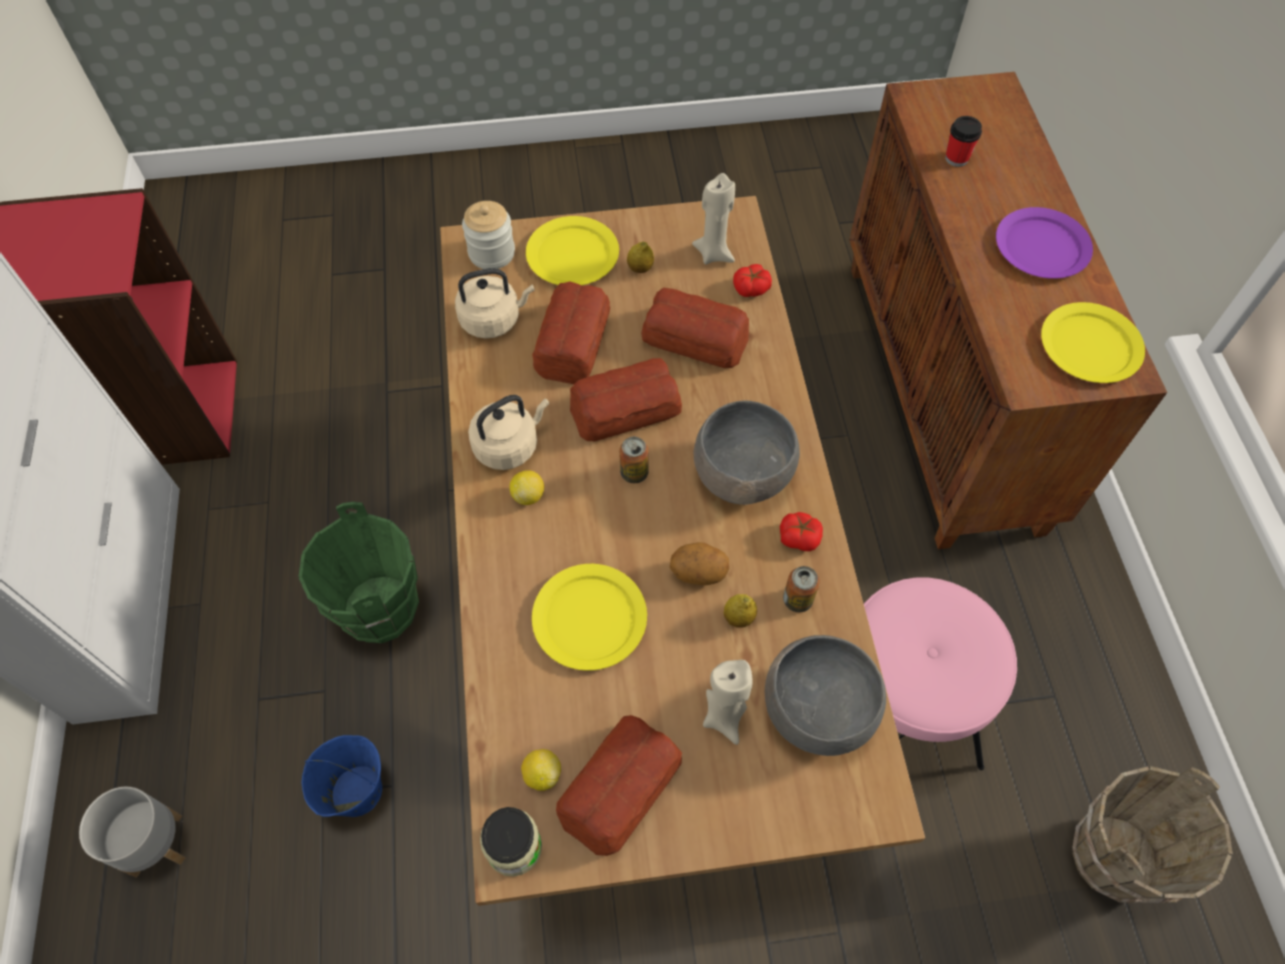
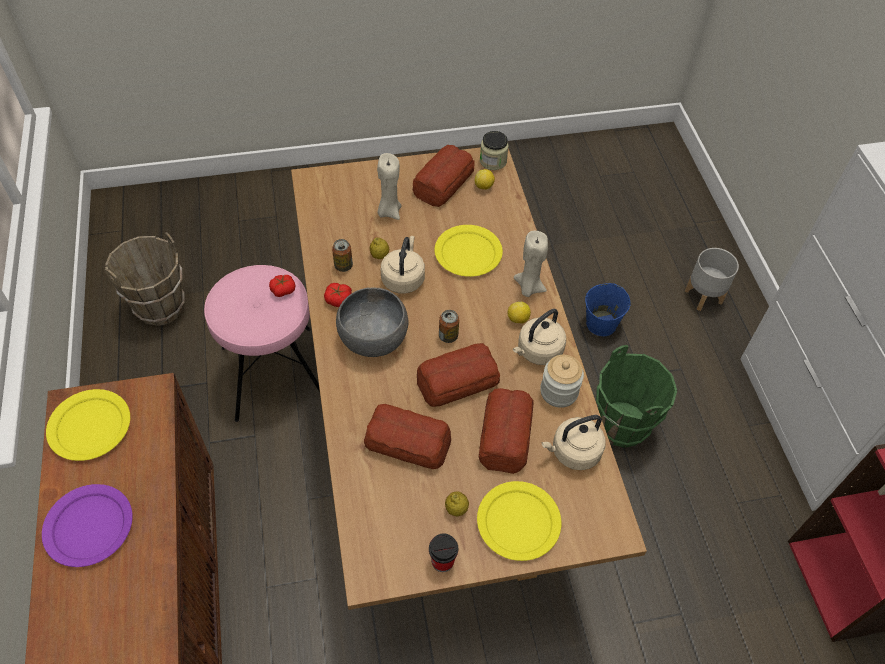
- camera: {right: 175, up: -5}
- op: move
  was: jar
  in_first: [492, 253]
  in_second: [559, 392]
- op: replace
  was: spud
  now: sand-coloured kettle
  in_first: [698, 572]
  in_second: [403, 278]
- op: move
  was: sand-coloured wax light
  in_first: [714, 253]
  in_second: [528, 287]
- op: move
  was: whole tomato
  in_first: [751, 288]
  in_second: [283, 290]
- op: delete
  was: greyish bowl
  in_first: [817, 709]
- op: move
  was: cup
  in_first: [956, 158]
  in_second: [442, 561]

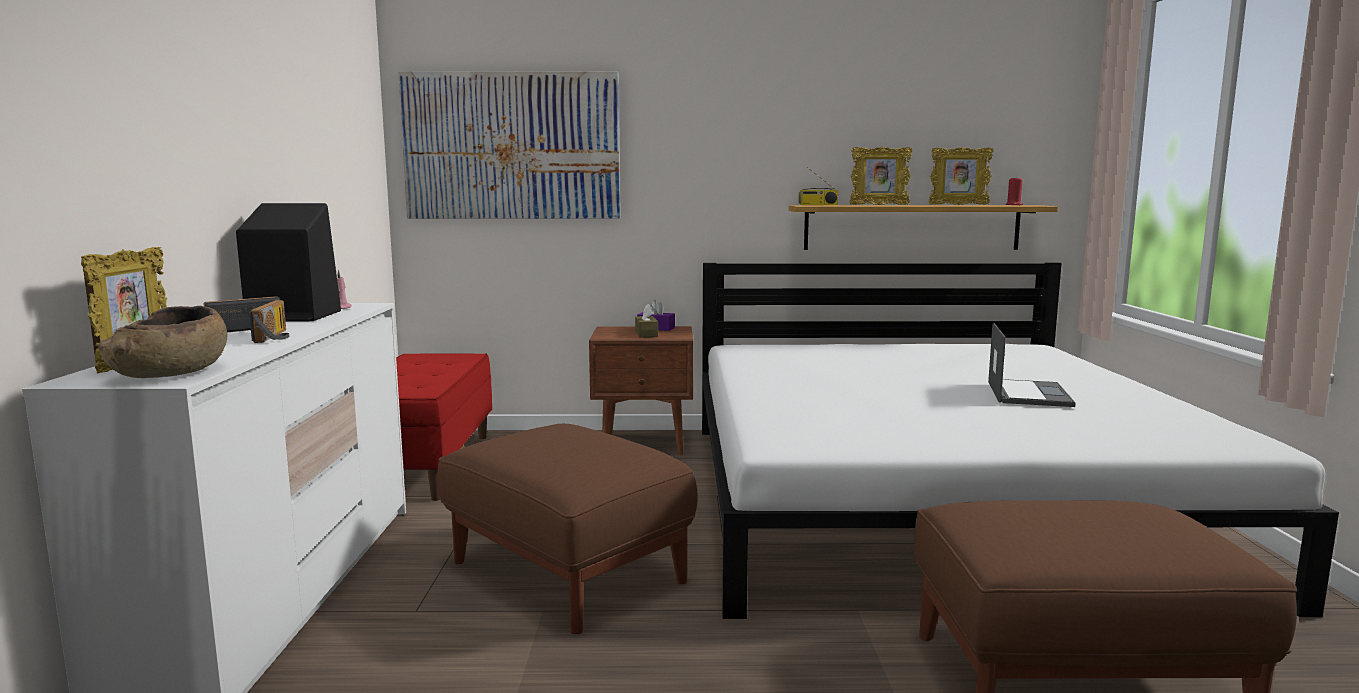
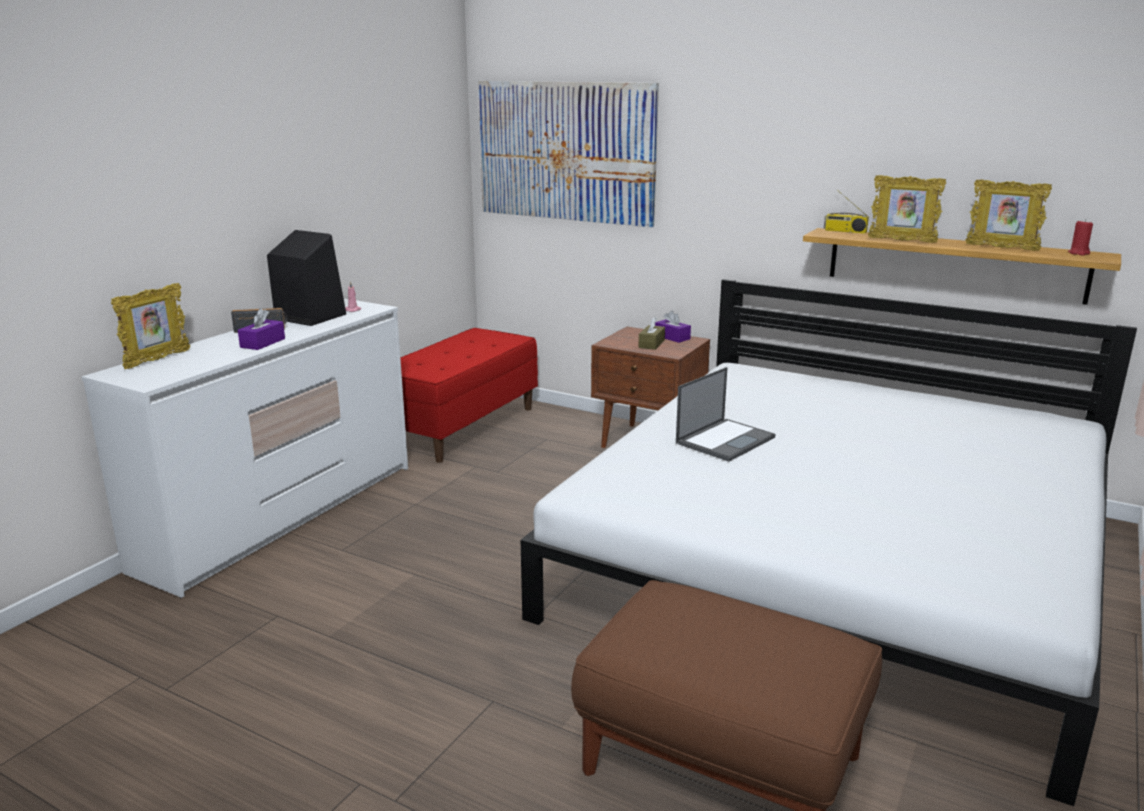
- camera: {right: 30, up: 10}
- op: delete
  was: brownish bowl
  in_first: [171, 372]
- op: replace
  was: radio set
  now: purple box of tissues
  in_first: [277, 337]
  in_second: [262, 343]
- op: delete
  was: brownish footrest
  in_first: [567, 570]
- op: move
  was: portable computer
  in_first: [1028, 393]
  in_second: [725, 440]

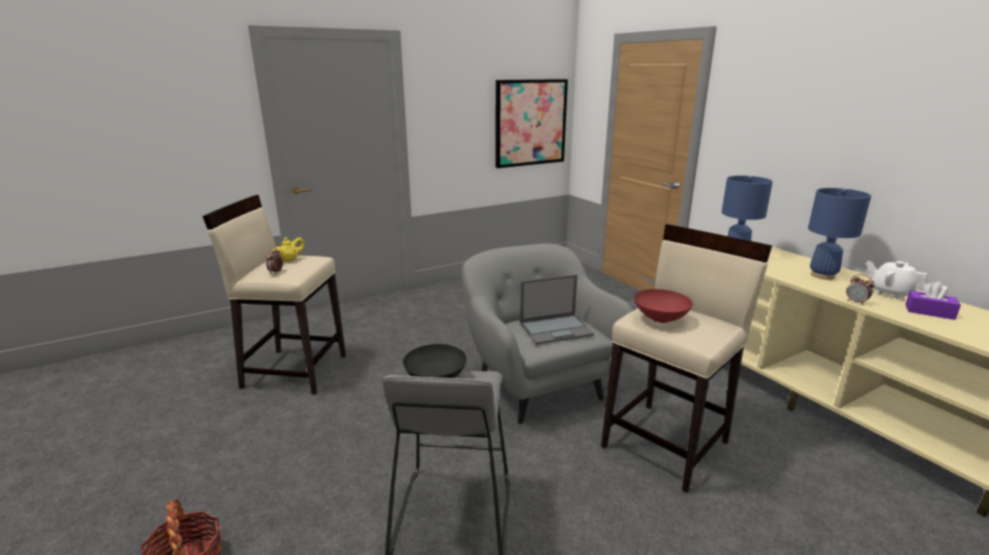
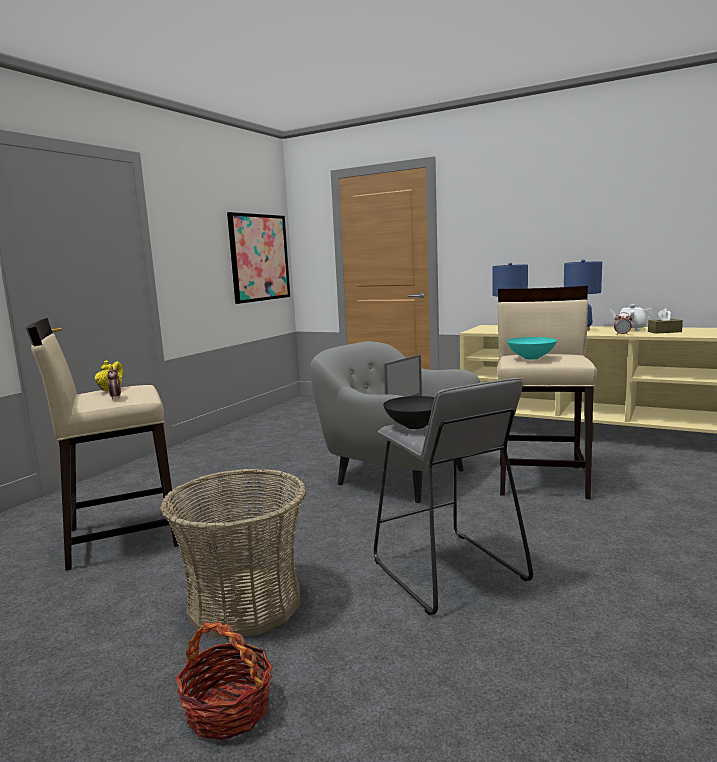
- camera: {right: -30, up: -10}
- op: recolor
  was: red bowl
  now: blue-green bowl
  in_first: [661, 319]
  in_second: [532, 358]
- op: recolor
  was: purple box of tissues
  now: brownish box of tissues
  in_first: [929, 312]
  in_second: [664, 332]
- op: insert
  now: storage basket
  in_second: [244, 603]

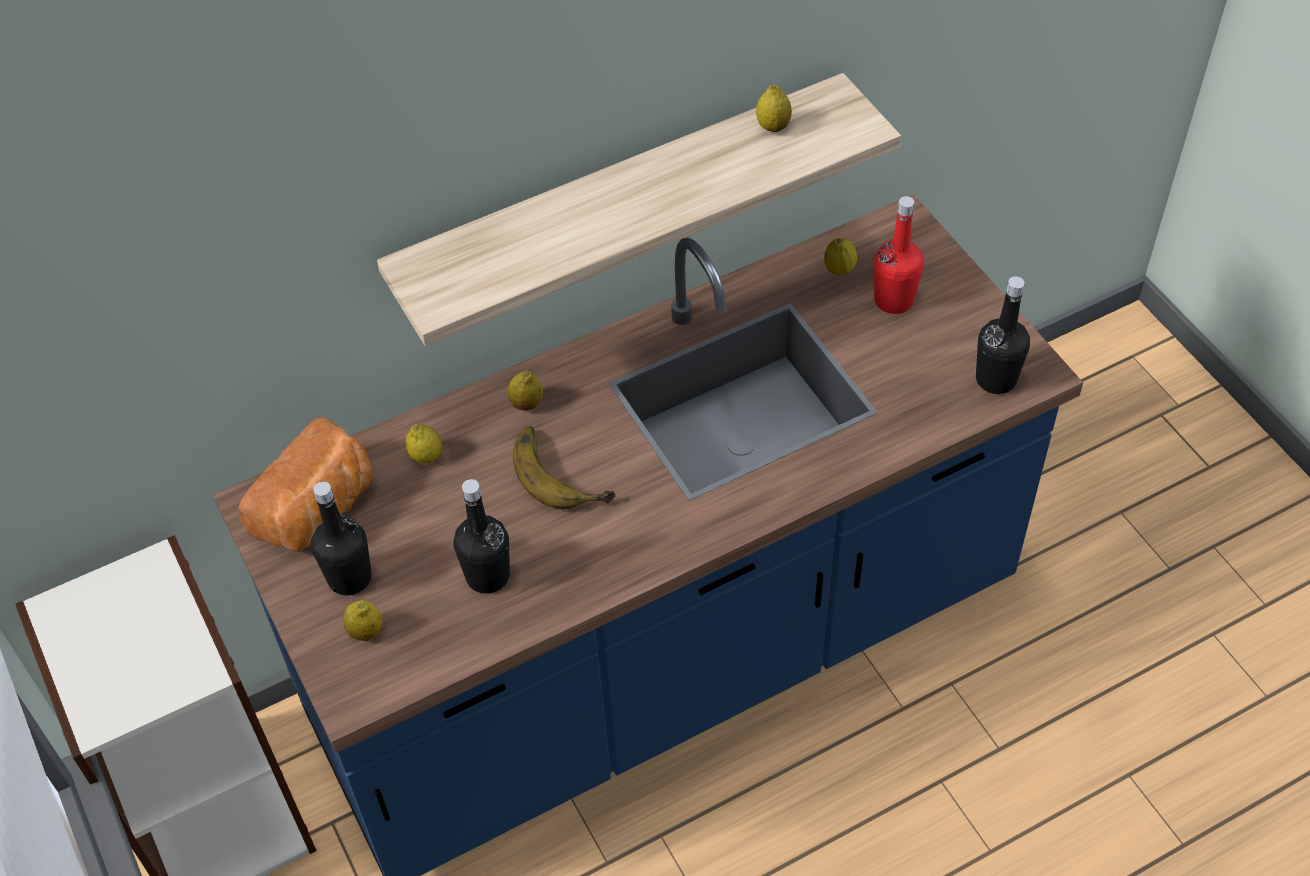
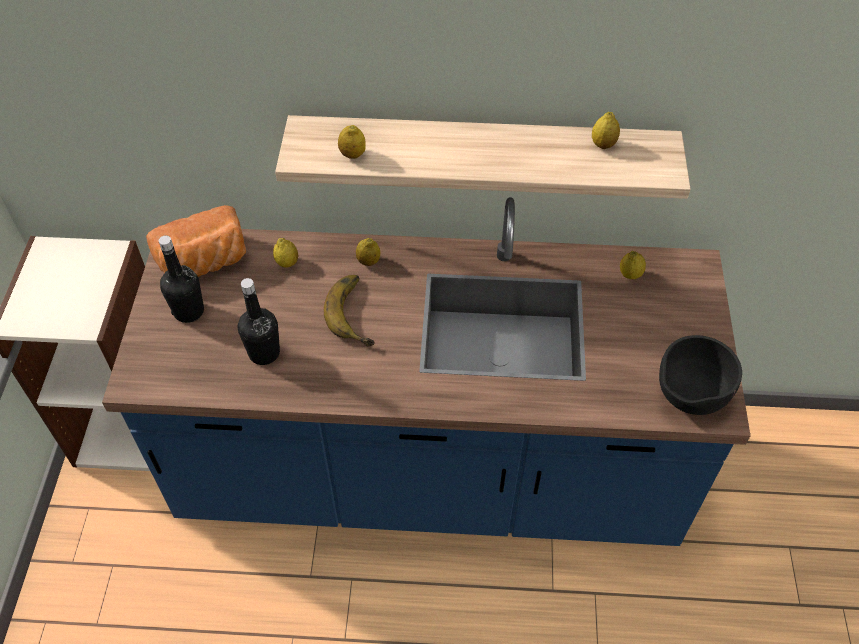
- camera: {right: 30, up: 0}
- op: move
  was: whole lemon
  in_first: [365, 631]
  in_second: [352, 154]
- op: delete
  was: red bottle
  in_first: [894, 300]
- op: replace
  was: black bottle
  now: black bowl
  in_first: [996, 379]
  in_second: [686, 401]

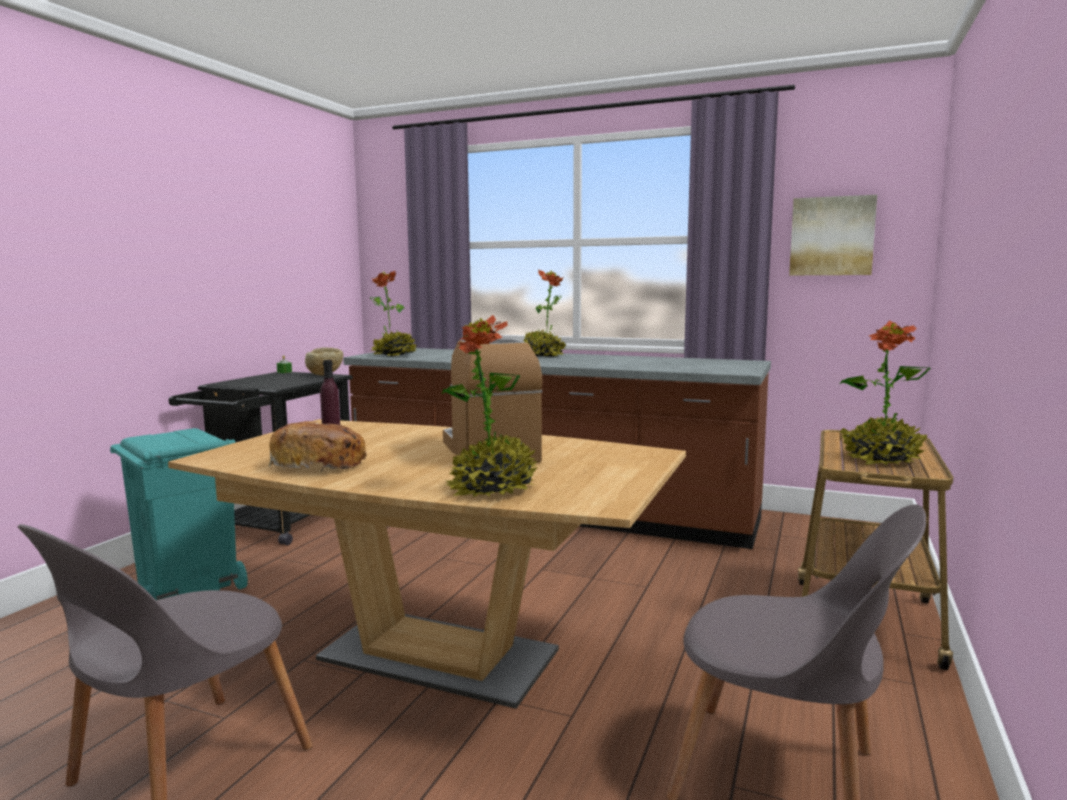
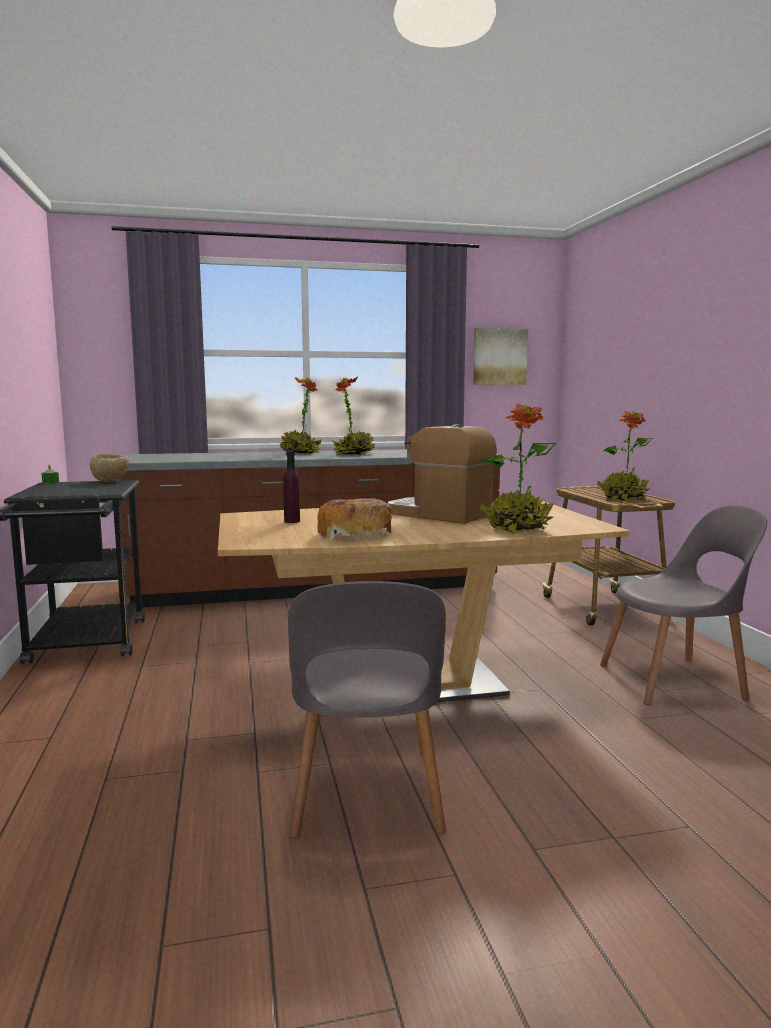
- camera: {right: -35, up: 0}
- op: delete
  was: blue-green waste bin
  in_first: [187, 591]
- op: move
  was: potted plant
  in_first: [394, 356]
  in_second: [354, 454]

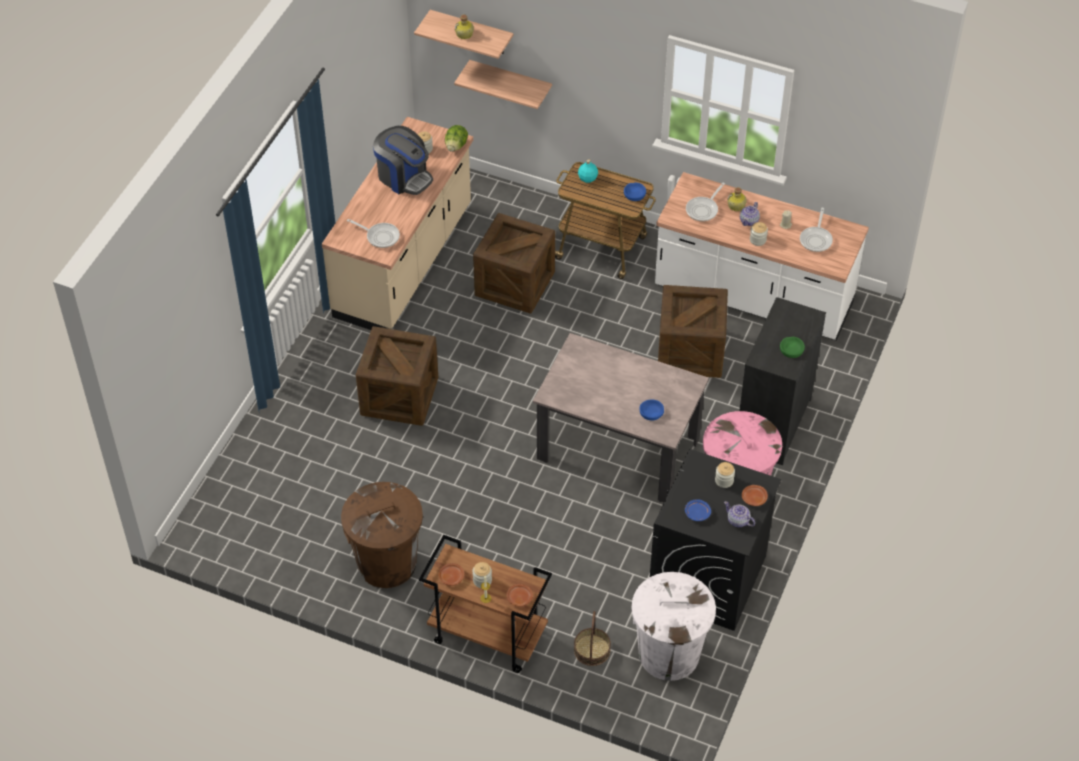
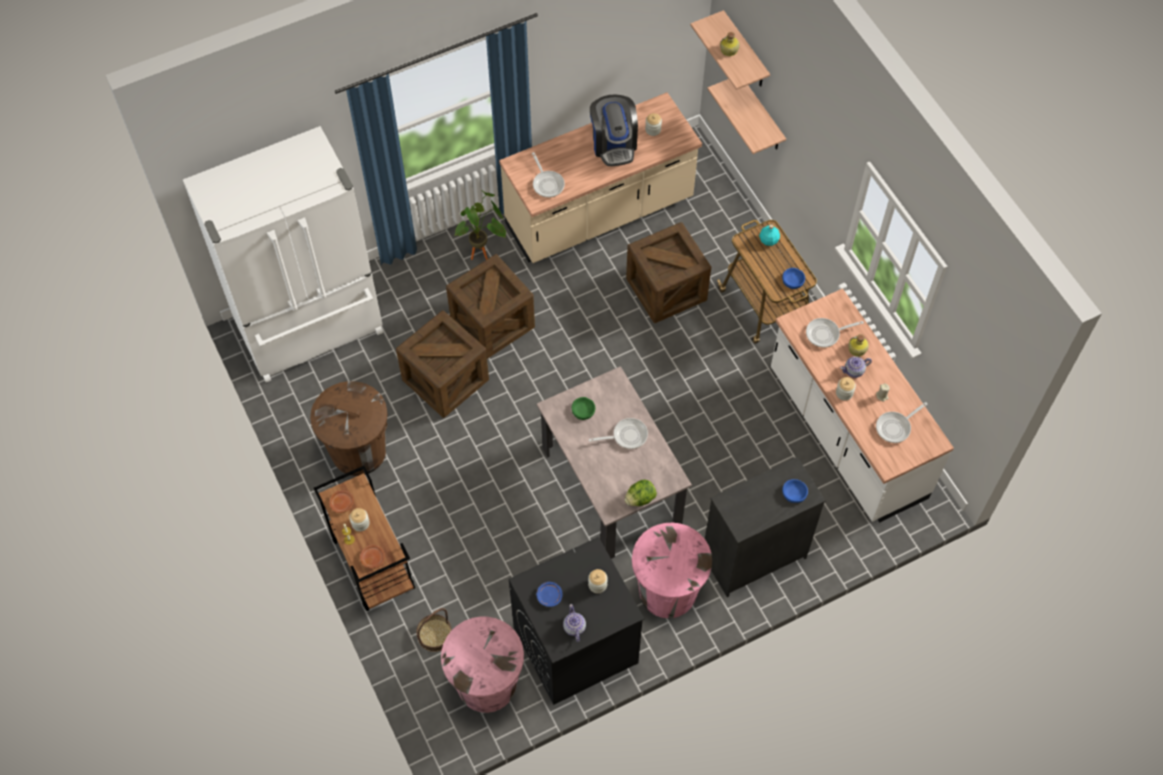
- camera: {right: 40, up: 10}
- op: move
  was: head of lettuce
  in_first: [456, 146]
  in_second: [640, 498]
- op: recolor
  was: white-coloured waste bin
  now: pink waste bin
  in_first: [668, 654]
  in_second: [486, 683]
- op: move
  was: blue-coloured bowl
  in_first: [651, 412]
  in_second: [794, 493]
- op: move
  was: crate
  in_first: [690, 352]
  in_second: [445, 379]
- op: delete
  was: brownish flat dish
  in_first: [754, 498]
- op: move
  was: green-coloured bowl
  in_first: [791, 349]
  in_second: [583, 410]
- op: insert
  now: white-coloured refrigerator
  in_second: [311, 329]
- op: insert
  now: potted plant
  in_second: [484, 255]
- op: insert
  now: skillet
  in_second: [626, 436]

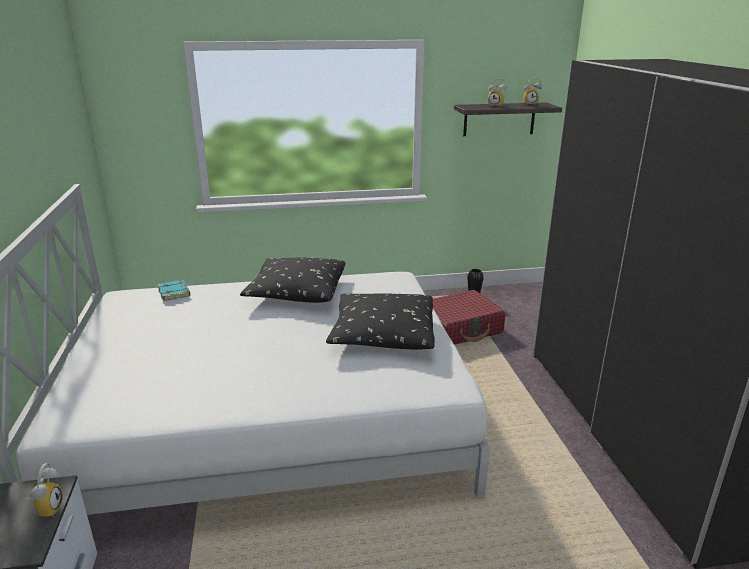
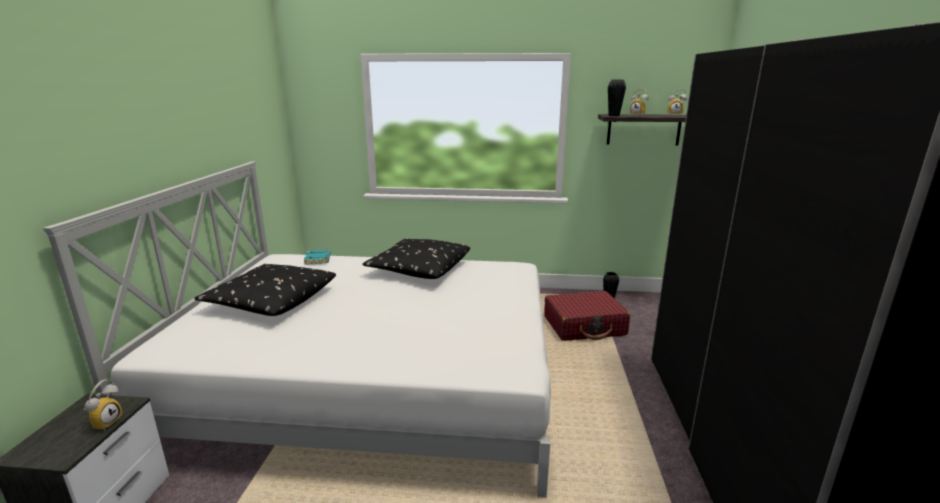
- camera: {right: 15, up: -5}
- op: move
  was: black pillow
  in_first: [382, 334]
  in_second: [270, 301]
- op: insert
  now: black vase
  in_second: [614, 115]

